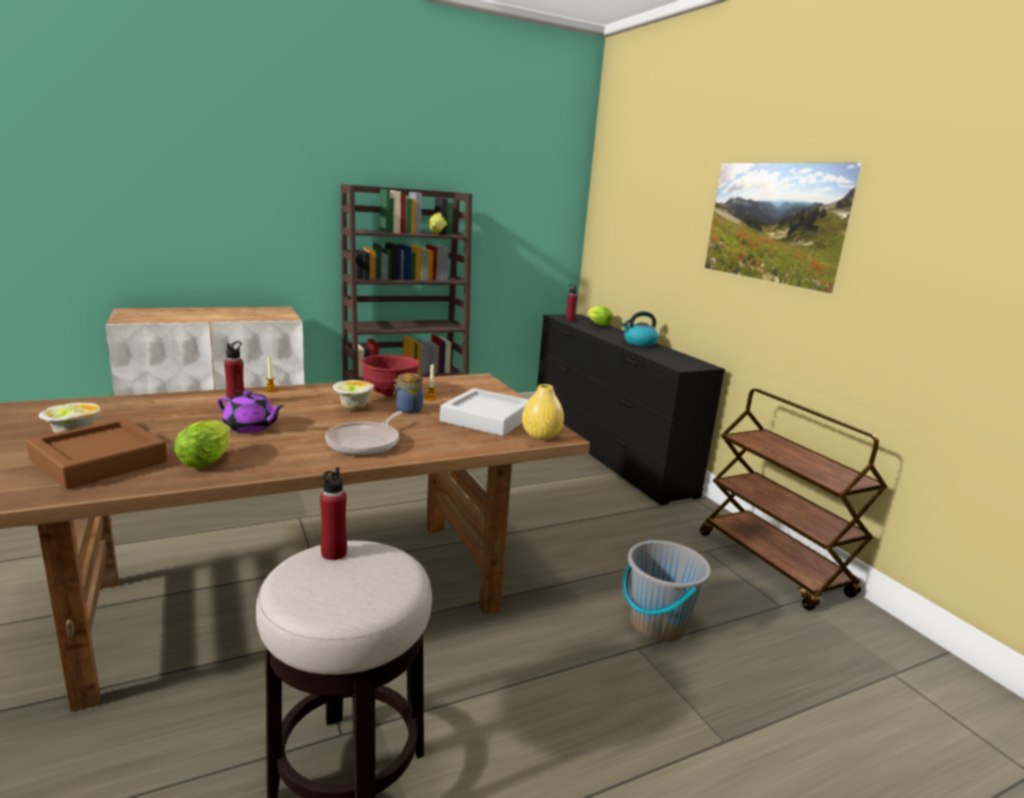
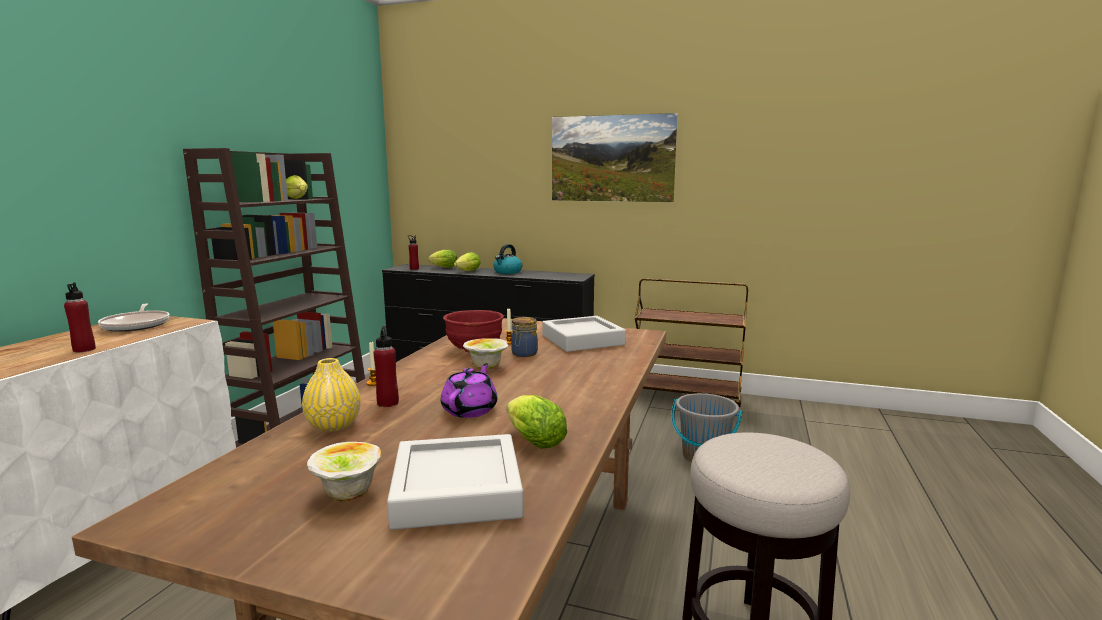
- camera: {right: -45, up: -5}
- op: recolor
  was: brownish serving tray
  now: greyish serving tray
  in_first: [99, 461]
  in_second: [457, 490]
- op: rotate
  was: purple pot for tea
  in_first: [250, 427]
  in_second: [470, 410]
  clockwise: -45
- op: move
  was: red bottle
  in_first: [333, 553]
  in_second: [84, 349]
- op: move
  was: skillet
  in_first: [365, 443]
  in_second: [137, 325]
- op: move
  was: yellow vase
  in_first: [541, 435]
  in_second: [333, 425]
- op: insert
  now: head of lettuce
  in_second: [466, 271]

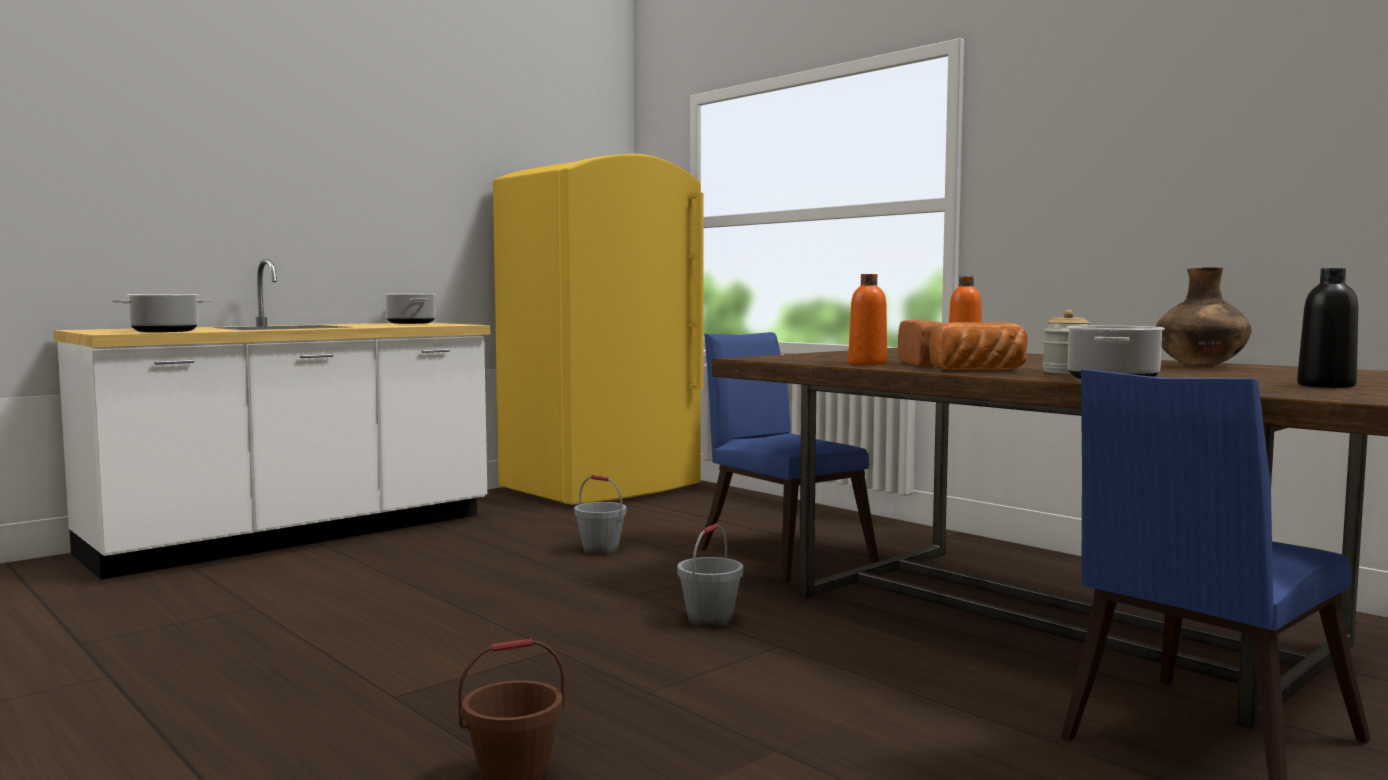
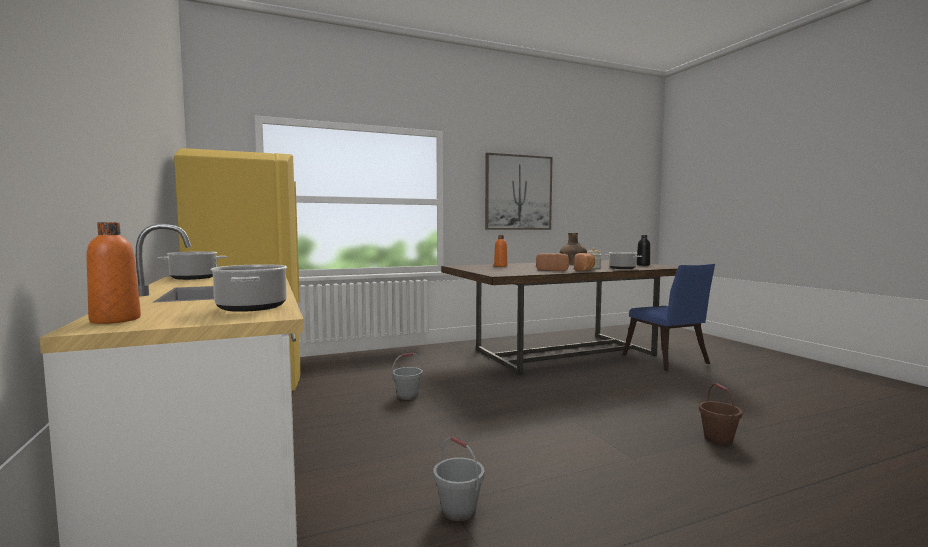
- camera: {right: -70, up: 0}
- op: move
  was: greyish water bucket
  in_first: [709, 620]
  in_second: [458, 510]
- op: delete
  was: blue-coloured upright chair
  in_first: [781, 554]
- op: move
  was: orange bottle
  in_first: [867, 363]
  in_second: [115, 320]
- op: insert
  now: wall picture
  in_second: [518, 192]

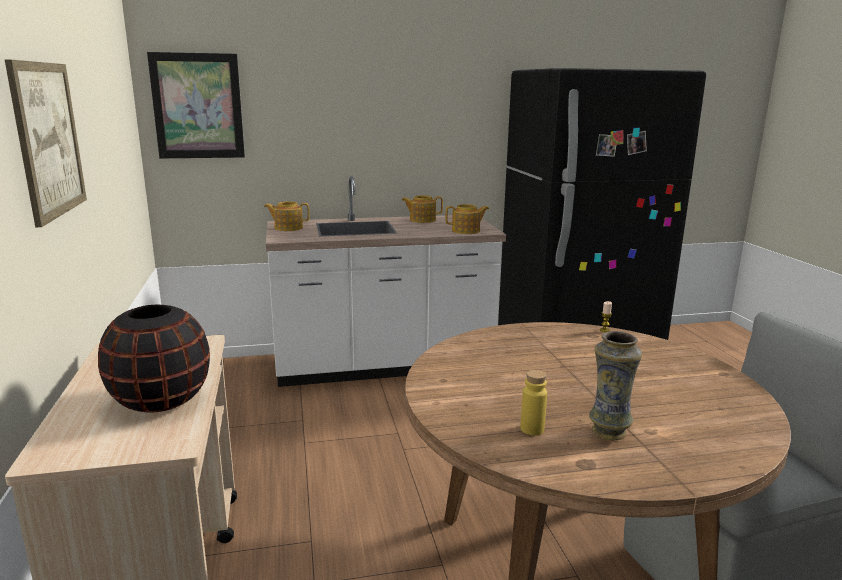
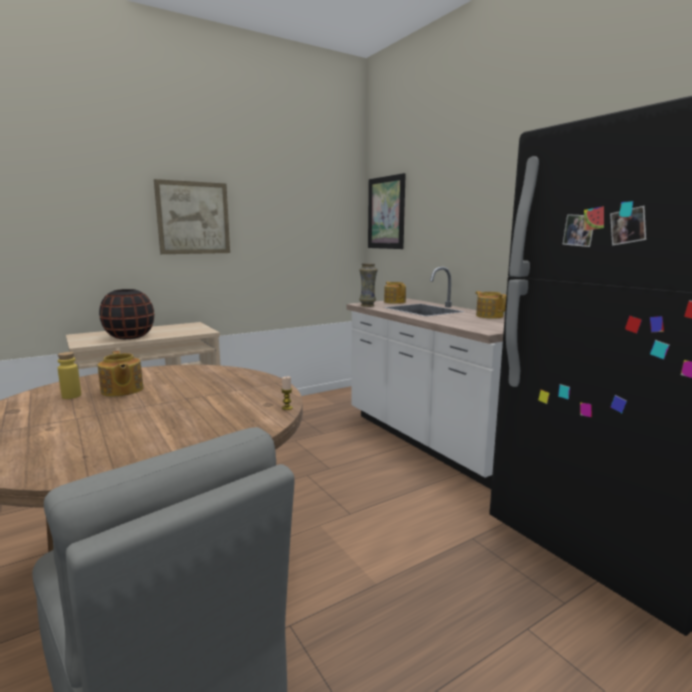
- camera: {right: 70, up: -5}
- op: move
  was: pot for tea
  in_first: [466, 231]
  in_second: [122, 390]
- op: move
  was: vase
  in_first: [608, 431]
  in_second: [368, 305]

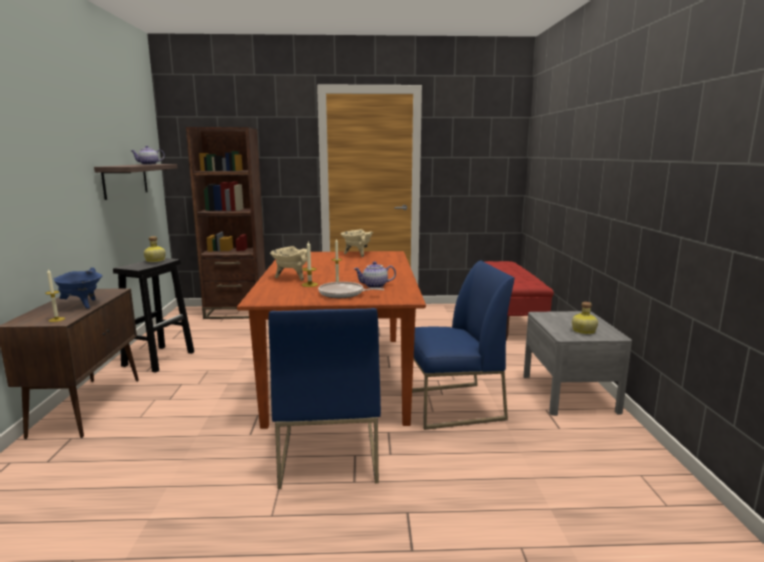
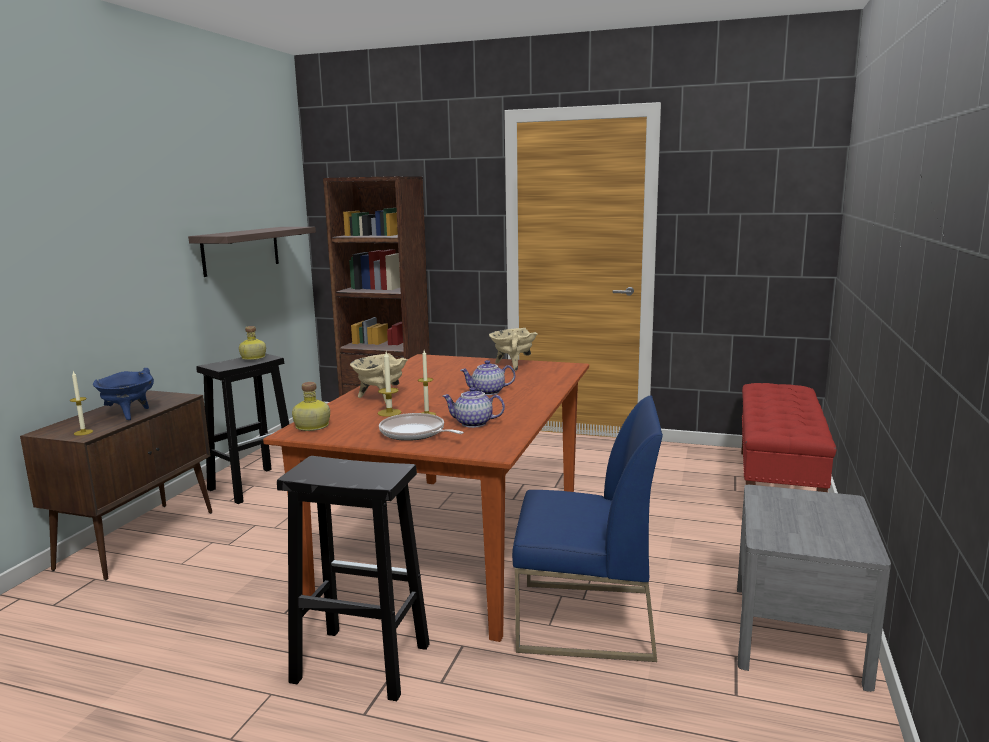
- camera: {right: 20, up: 0}
- op: move
  was: pot for tea
  in_first: [148, 164]
  in_second: [488, 392]
- op: replace
  was: blue-coloured upright chair
  now: black stool
  in_first: [328, 454]
  in_second: [359, 663]
- op: move
  was: bottle
  in_first: [583, 331]
  in_second: [311, 426]

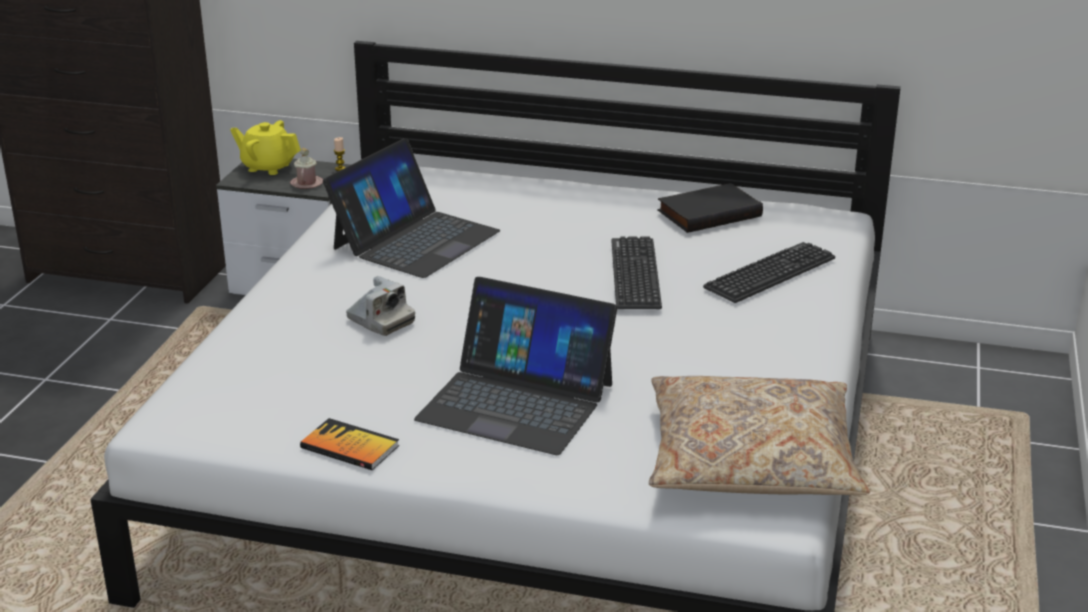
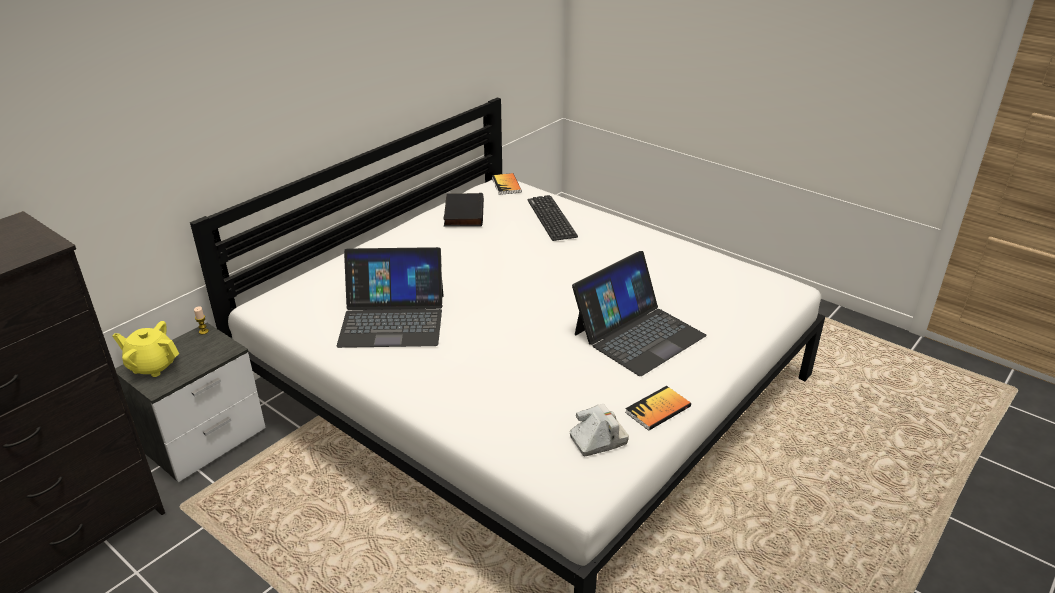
- camera: {right: -65, up: 5}
- op: rotate
  was: yellow pot for tea
  in_first: [268, 167]
  in_second: [152, 366]
  clockwise: 60
- op: delete
  was: pink mug
  in_first: [306, 183]
- op: rotate
  was: portable computer
  in_first: [415, 239]
  in_second: [392, 319]
  clockwise: 120
- op: move
  was: still camera
  in_first: [380, 321]
  in_second: [598, 440]
- op: delete
  was: computer keyboard
  in_first: [635, 274]
- op: delete
  was: sand-coloured pillow
  in_first: [751, 459]
- op: insert
  now: bound book
  in_second: [506, 185]

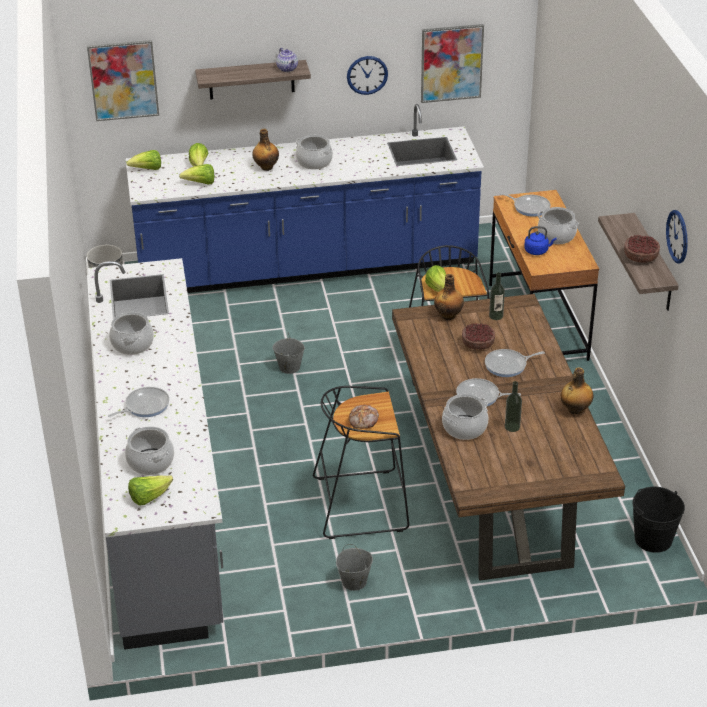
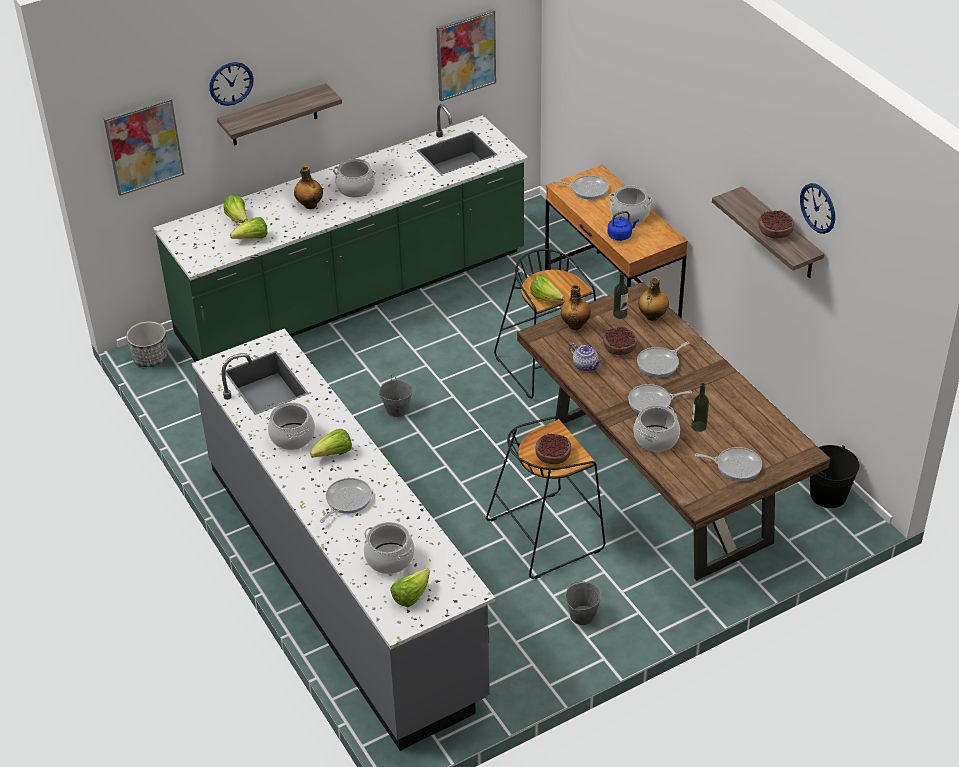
- camera: {right: -20, up: 5}
- op: recolor
  was: blue-coloured counter
  now: green-coloured counter
  in_first: [307, 267]
  in_second: [353, 295]
- op: move
  was: head of lettuce
  in_first: [147, 169]
  in_second: [334, 454]
- op: move
  was: pot for tea
  in_first: [287, 69]
  in_second: [585, 366]
- op: move
  was: wall clock
  in_first: [367, 75]
  in_second: [231, 83]
- op: replace
  was: bakery bread
  now: bowl
  in_first: [364, 420]
  in_second: [553, 456]
- op: move
  was: bottle
  in_first: [575, 410]
  in_second: [652, 316]
- op: insert
  now: skillet
  in_second: [736, 466]

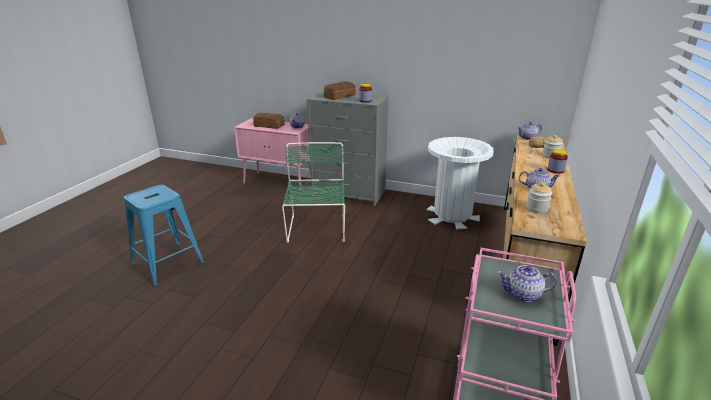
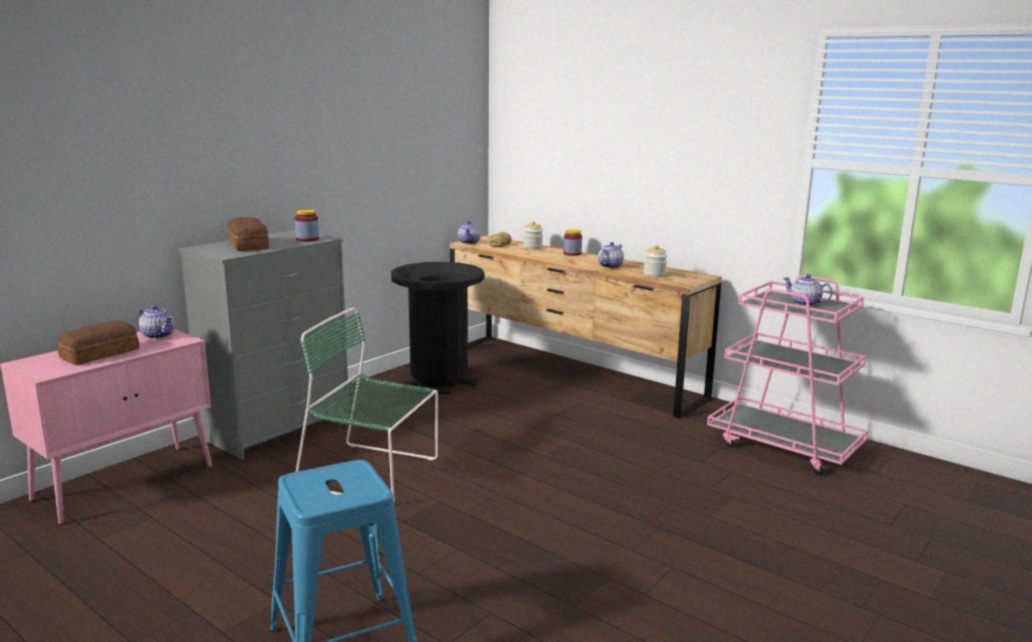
- camera: {right: -70, up: -10}
- op: recolor
  was: white-coloured waste bin
  now: black waste bin
  in_first: [452, 216]
  in_second: [439, 379]
- op: rotate
  was: pot for tea
  in_first: [523, 294]
  in_second: [805, 303]
  clockwise: 105

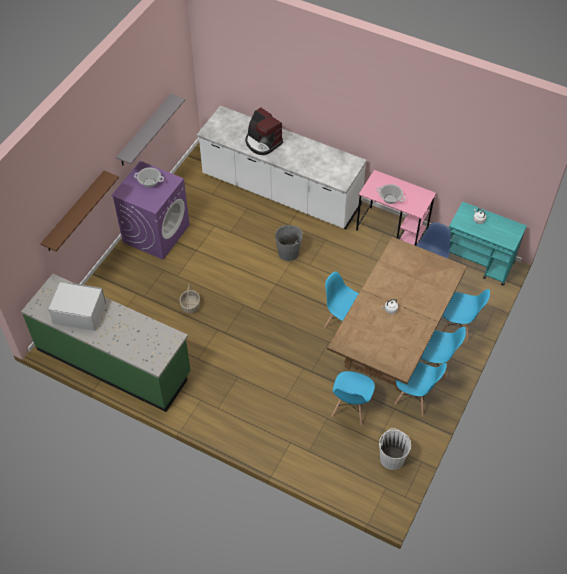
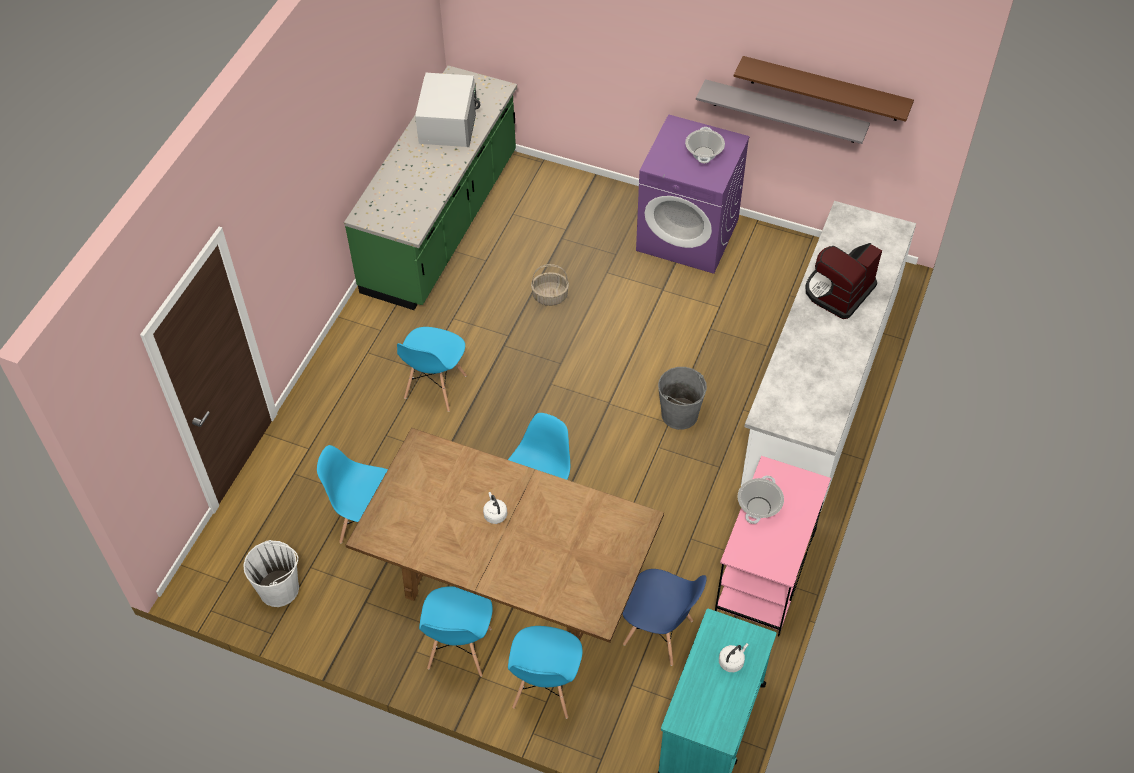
- camera: {right: 85, up: 0}
- op: move
  was: brownish bracket shelf
  in_first: [74, 212]
  in_second: [825, 89]
- op: move
  was: blue-coloured upright chair
  in_first: [414, 398]
  in_second: [435, 387]

